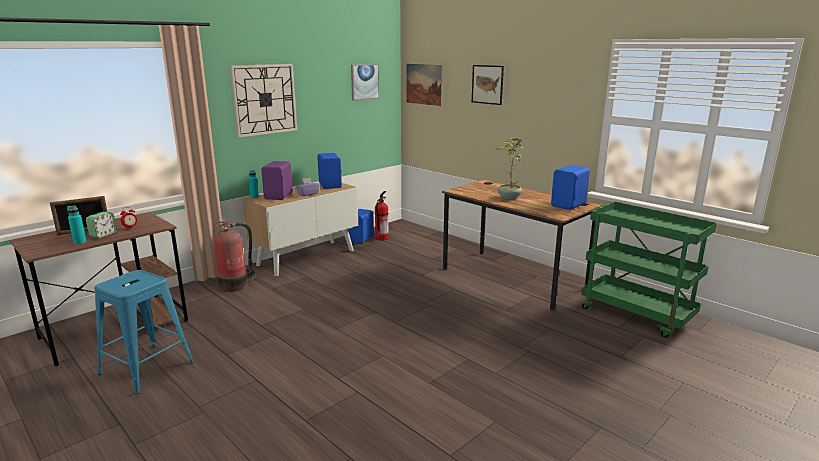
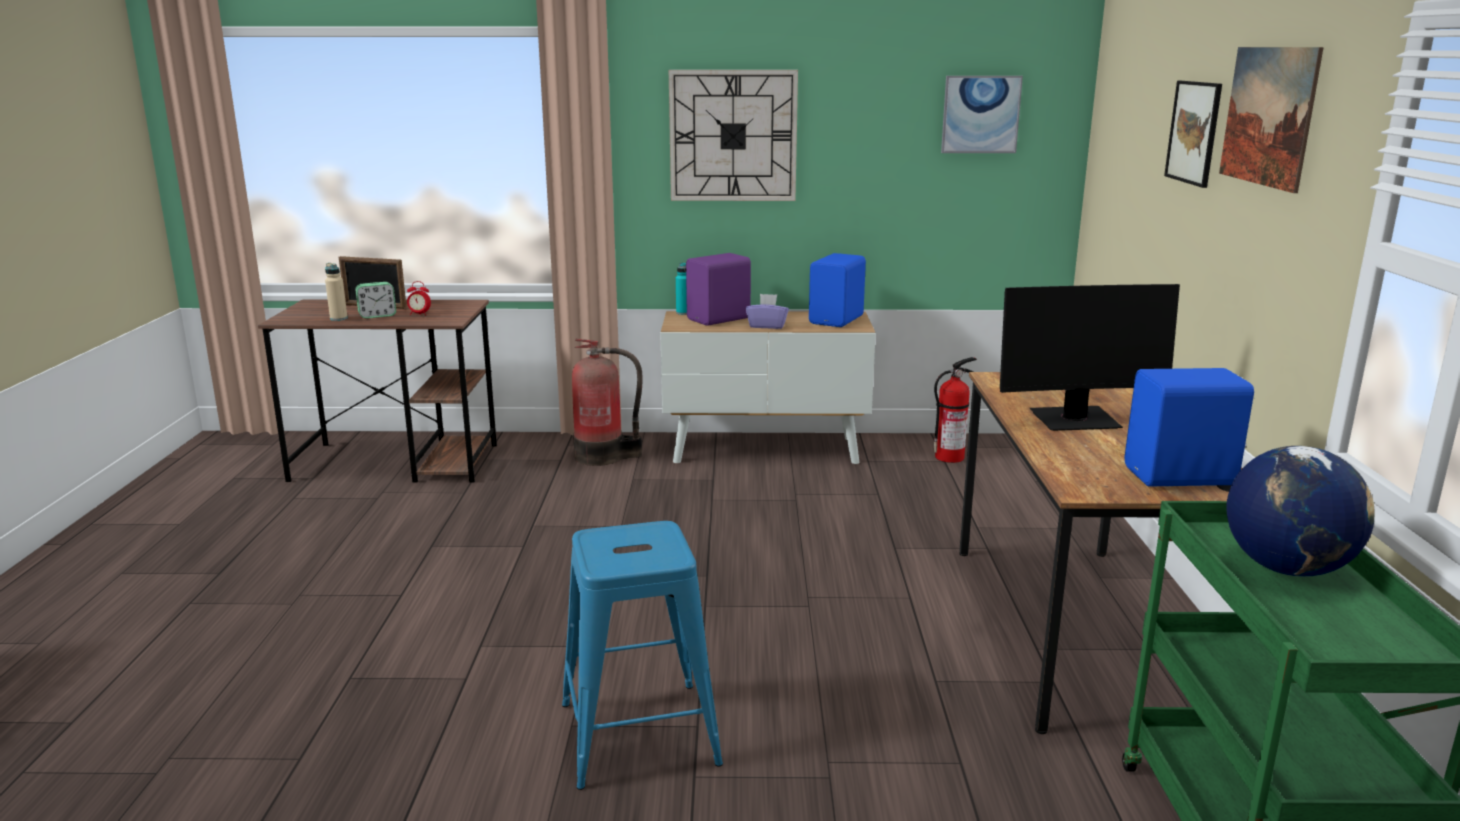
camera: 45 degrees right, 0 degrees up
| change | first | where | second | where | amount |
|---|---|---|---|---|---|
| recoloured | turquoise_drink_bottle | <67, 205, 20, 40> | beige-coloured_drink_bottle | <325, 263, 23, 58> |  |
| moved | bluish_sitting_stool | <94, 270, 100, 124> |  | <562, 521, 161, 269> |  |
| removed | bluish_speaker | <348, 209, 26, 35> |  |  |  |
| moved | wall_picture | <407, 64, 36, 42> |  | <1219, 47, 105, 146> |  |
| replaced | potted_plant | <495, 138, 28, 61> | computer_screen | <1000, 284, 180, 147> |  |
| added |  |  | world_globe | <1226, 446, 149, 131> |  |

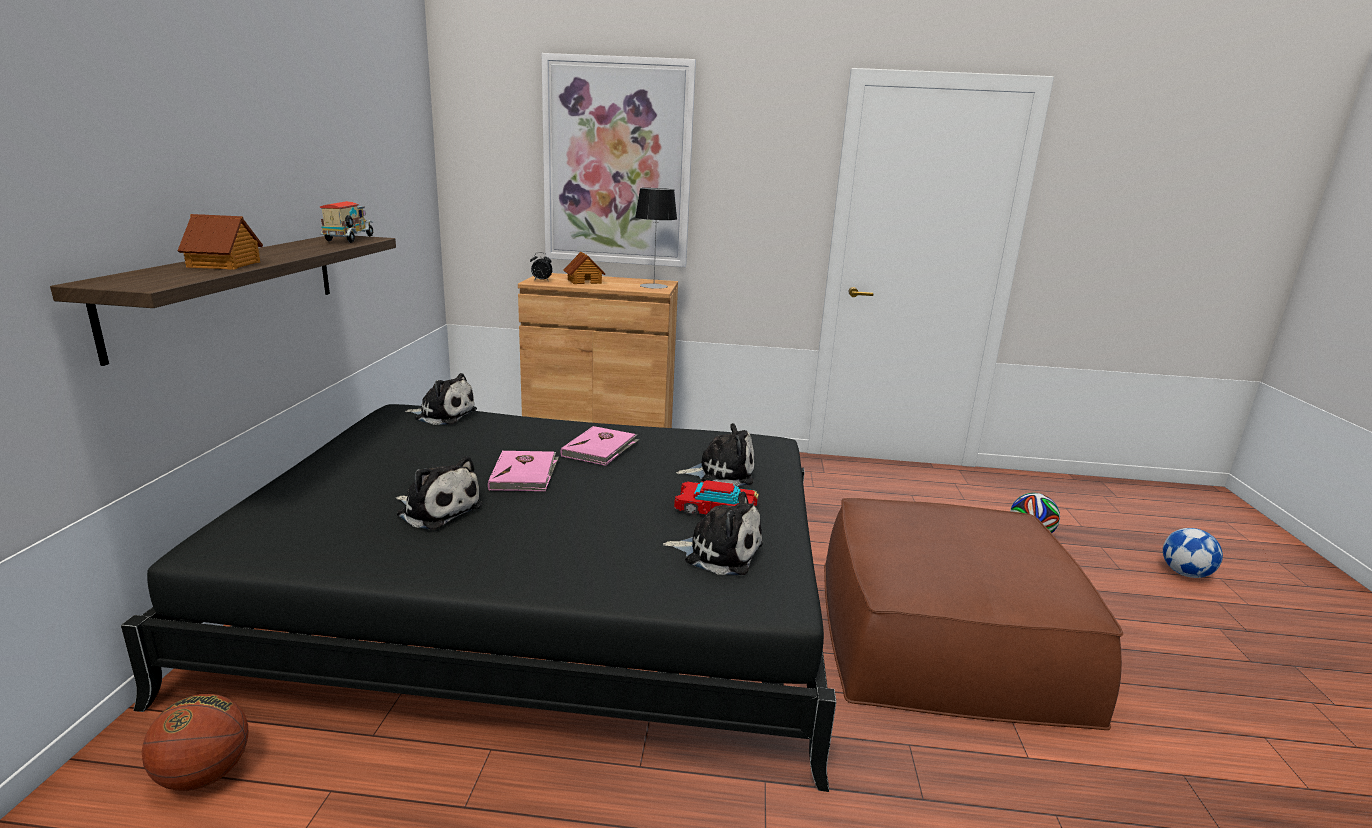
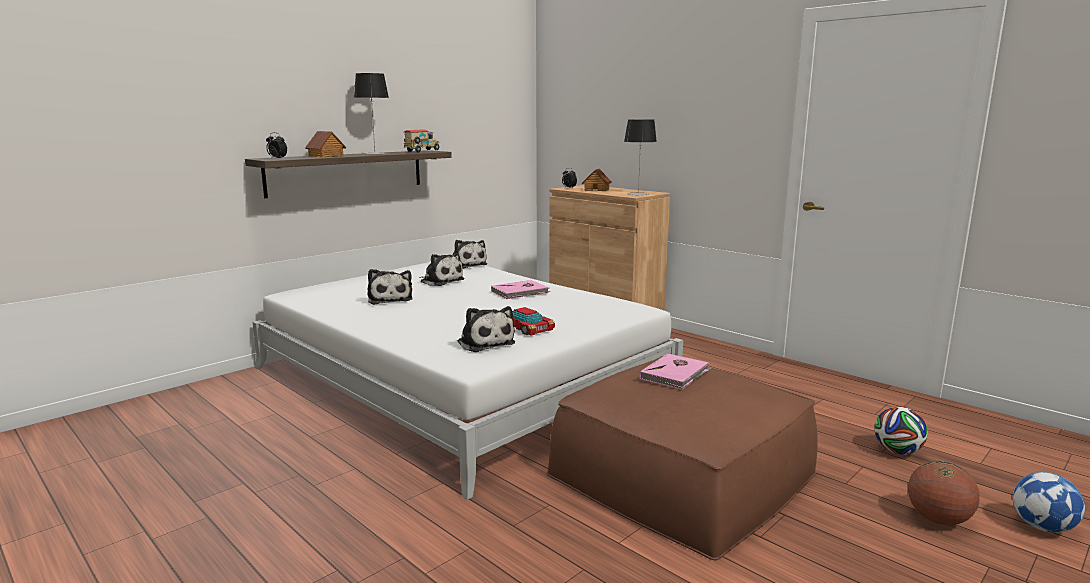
camera: 40 degrees right, 5 degrees down
| change | first | where | second | where | amount |
|---|---|---|---|---|---|
| recoloured | black-coloured_bed | <121, 404, 715, 388> | white-coloured_bed | <253, 262, 430, 238> |  |
| moved | basketball_ball | <142, 694, 106, 97> |  | <908, 461, 72, 64> |  |
| moved | pink-coloured_bound_book | <488, 450, 71, 41> |  | <639, 353, 73, 37> |  |
| removed | wall_picture | <542, 53, 154, 214> |  |  |  |
| moved | plush_toy | <676, 423, 78, 63> |  | <419, 253, 46, 33> |  |
| added |  |  | alarm_clock | <266, 133, 21, 26> |  |
| added |  |  | table_lamp | <354, 73, 35, 81> |  |

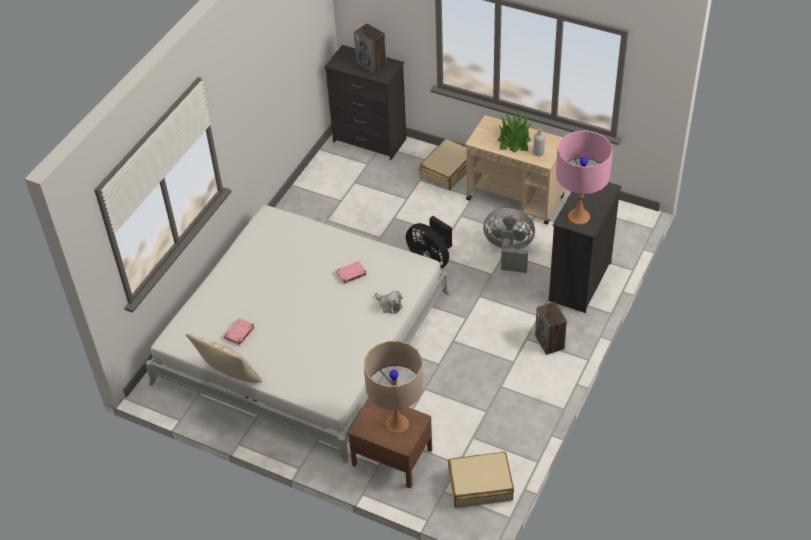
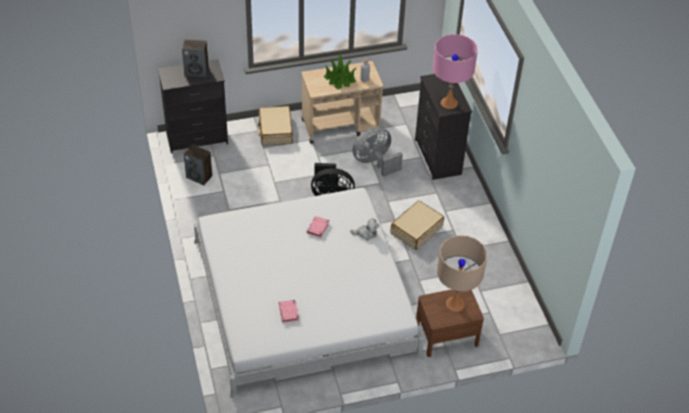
camera: 45 degrees left, 0 degrees up
| change | first | where | second | where | amount |
|---|---|---|---|---|---|
| removed | beige-coloured_pillow | <186, 334, 76, 49> |  |  |  |
| moved | beige-coloured_suitcase | <448, 452, 66, 56> |  | <391, 200, 53, 50> |  |
| moved | speaker | <535, 302, 32, 53> |  | <184, 145, 29, 40> |  |

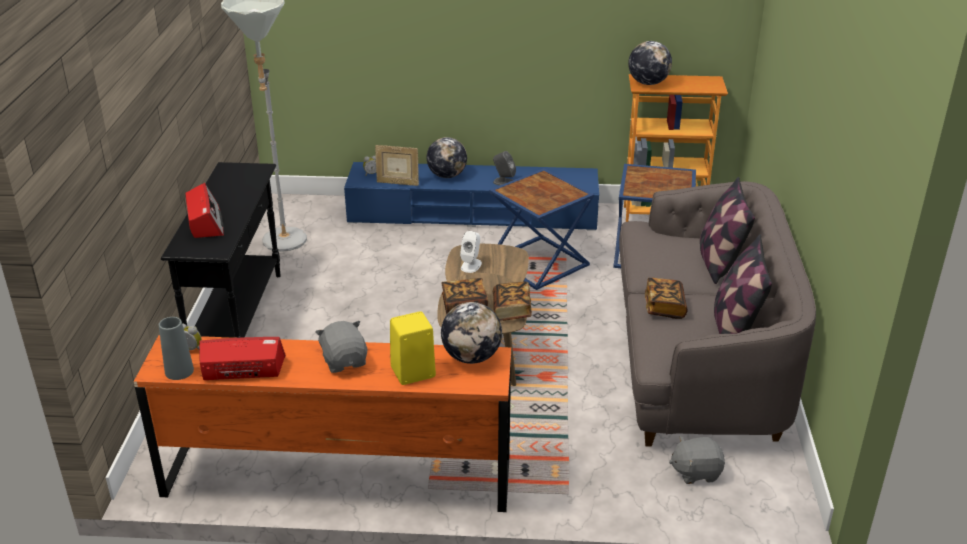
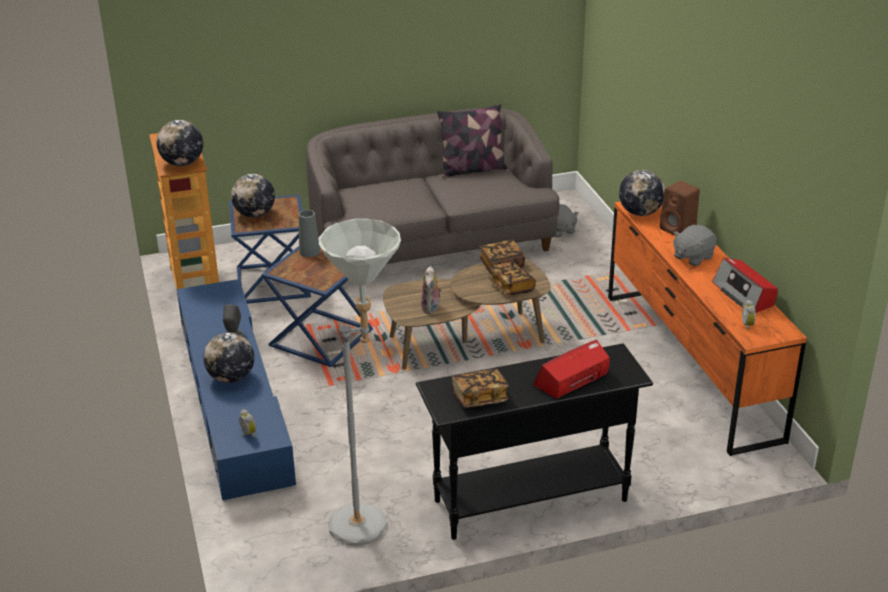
camera: 110 degrees left, 0 degrees up
| change | first | where | second | where | amount |
|---|---|---|---|---|---|
| moved | grey_decorative_vase | <159, 317, 35, 63> |  | <299, 210, 21, 47> |  |
| removed | standing_frame | <375, 145, 44, 41> |  |  |  |
| recoloured | yellowish_speaker | <390, 311, 46, 74> | brownish_speaker | <660, 181, 40, 54> |  |
| replaced | white-coloured_speaker | <460, 231, 22, 42> | plush_toy | <421, 266, 21, 48> |  |
| moved | bound_book | <645, 278, 43, 41> |  | <452, 368, 57, 39> |  |
| removed | pillow | <700, 177, 55, 107> |  |  |  |
| added |  |  | world_globe | <231, 174, 44, 43> |  |

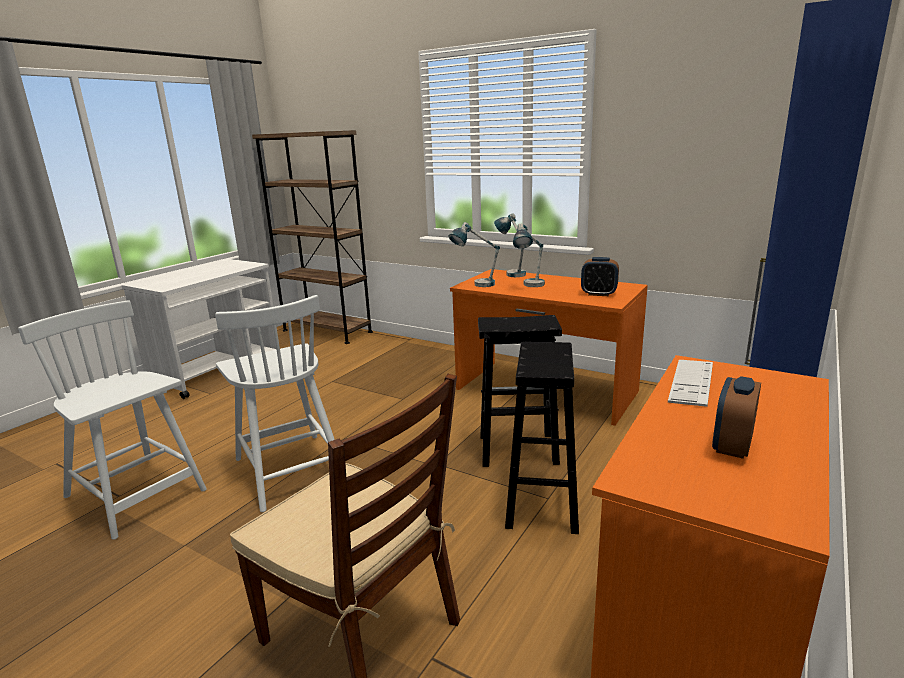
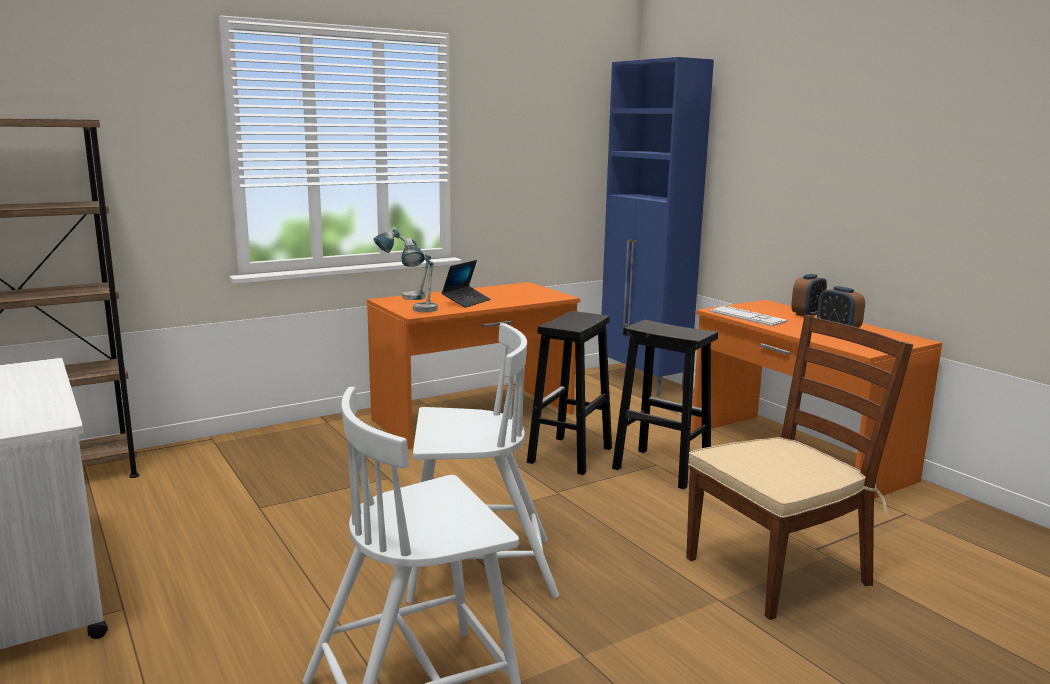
camera: 65 degrees left, 5 degrees down
| change | first | where | second | where | amount |
|---|---|---|---|---|---|
| replaced | table_lamp | <513, 224, 32, 63> | laptop | <441, 260, 50, 48> |  |
| moved | alarm_clock | <581, 257, 38, 39> |  | <791, 274, 36, 42> |  |

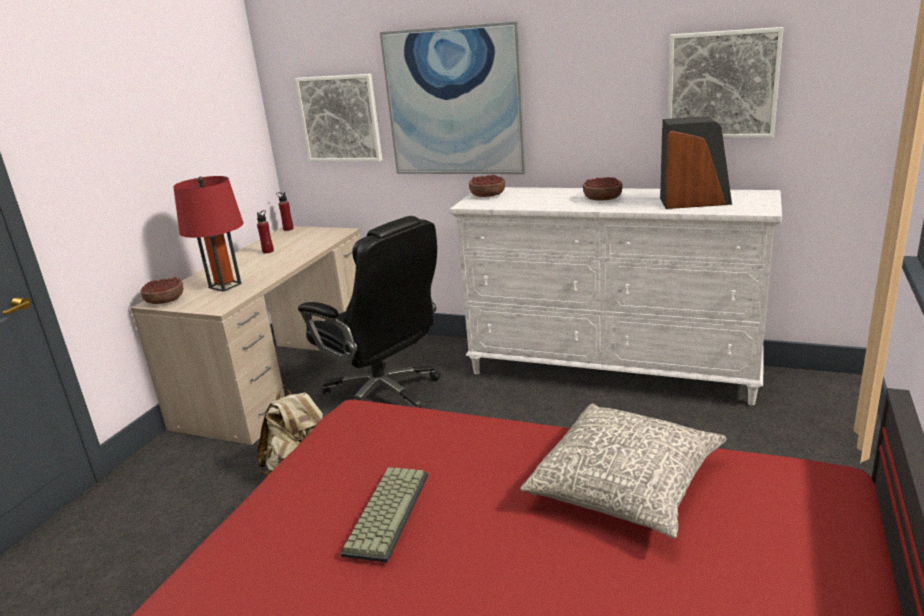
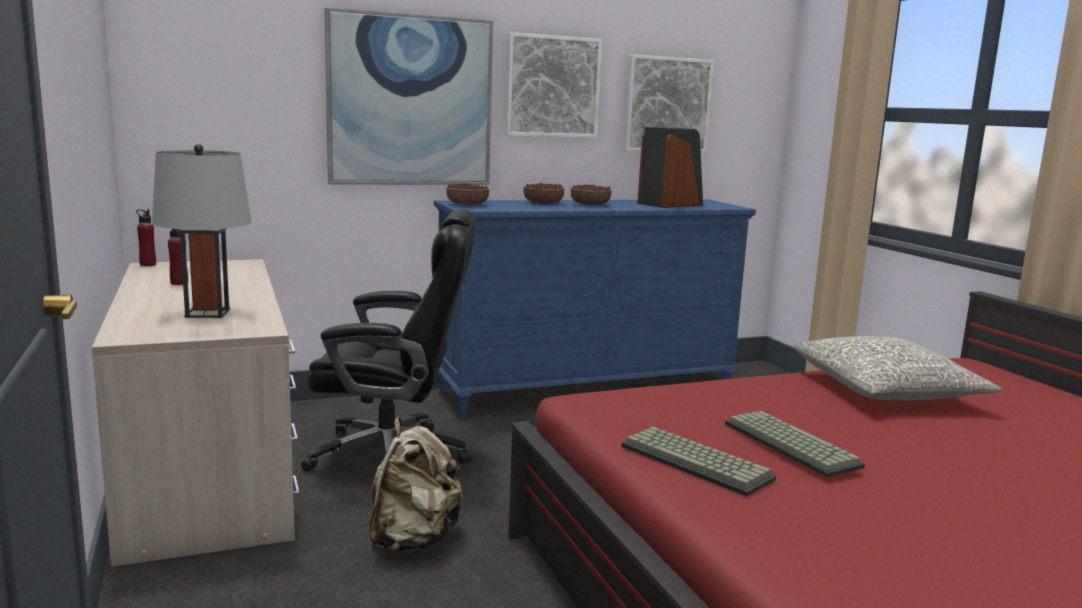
camera: 45 degrees left, 10 degrees down
| change | first | where | second | where | amount |
|---|---|---|---|---|---|
| moved | deep_dish | <141, 277, 42, 27> |  | <524, 182, 40, 21> |  |
| recoloured | reddish_table_lamp | <173, 176, 71, 116> | grey_table_lamp | <152, 144, 100, 174> |  |
| moved | wall_picture | <295, 74, 87, 88> |  | <505, 32, 97, 106> |  |
| recoloured | white-coloured_drawer_chest | <450, 187, 332, 219> | bluish_drawer_chest | <434, 200, 322, 218> |  |
| added |  |  | computer_keyboard | <621, 427, 155, 69> |  |

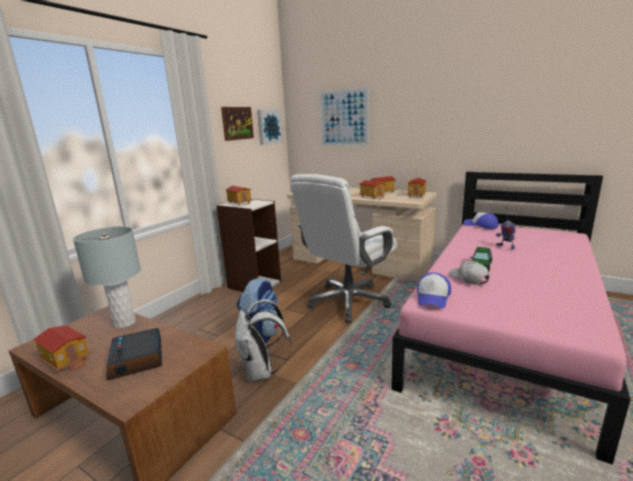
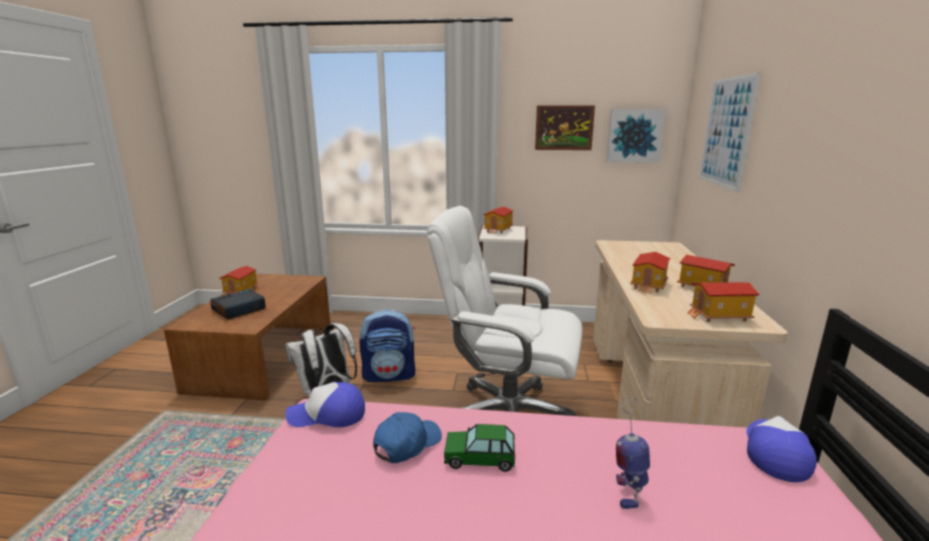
camera: 65 degrees right, 0 degrees up
| change | first | where | second | where | amount |
|---|---|---|---|---|---|
| removed | grey_table_lamp | <73, 226, 68, 102> |  |  |  |
| recoloured | white-coloured_cap | <449, 261, 40, 24> | bluish_cap | <373, 412, 69, 51> |  |

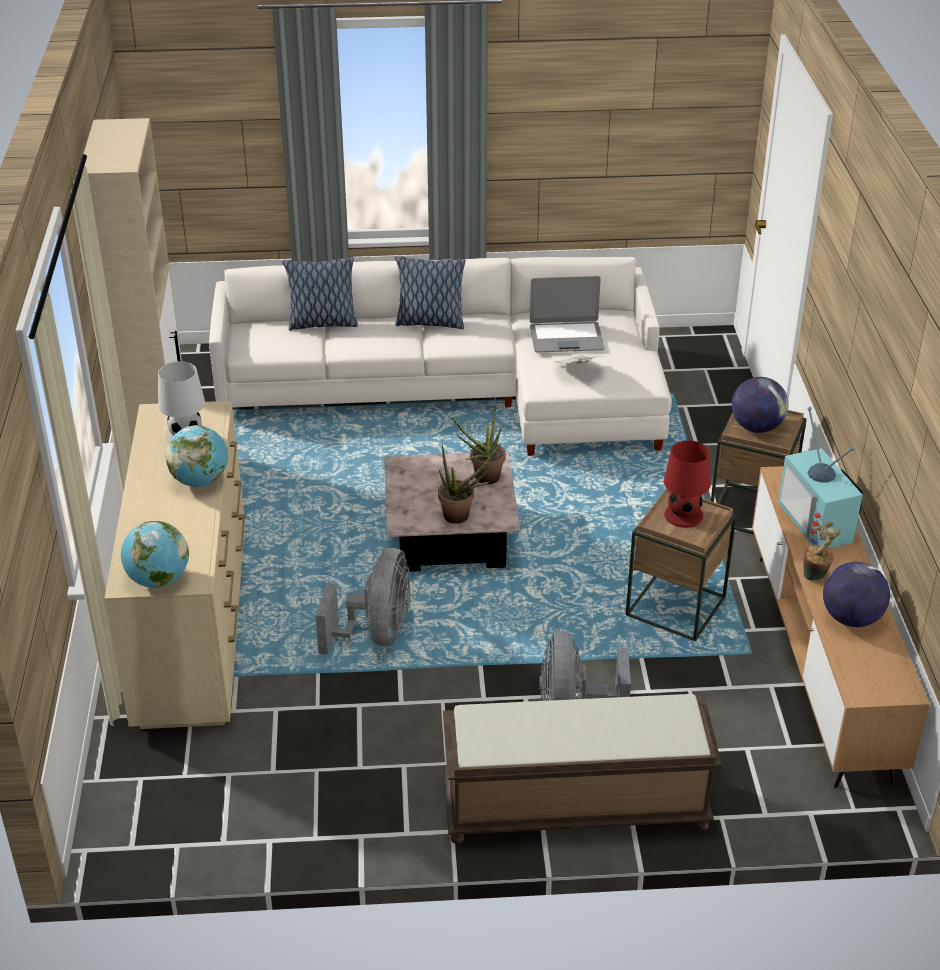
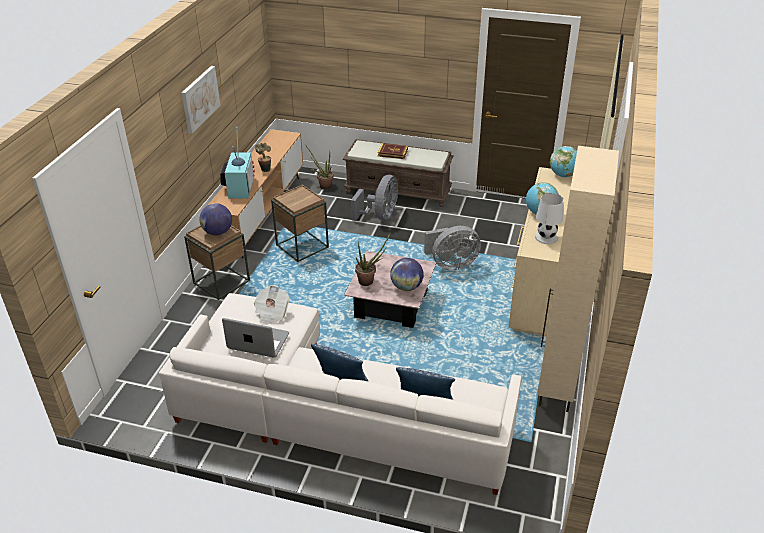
camera: 160 degrees left, 0 degrees up
| change | first | where | second | where | amount |
|---|---|---|---|---|---|
| turned | grey_fan | <315, 548, 95, 107> |  | <424, 226, 57, 44> | 135 degrees counterclockwise |
| moved | potted_plant | <438, 442, 64, 82> |  | <306, 146, 28, 44> |  |
| removed | reddish_table_lamp | <664, 440, 47, 88> |  |  |  |
| moved | world_globe | <823, 562, 67, 65> |  | <390, 258, 34, 33> |  |
| added |  |  | wall_picture | <181, 66, 39, 68> |  |
| added |  |  | bound_book | <378, 143, 30, 16> |  |

